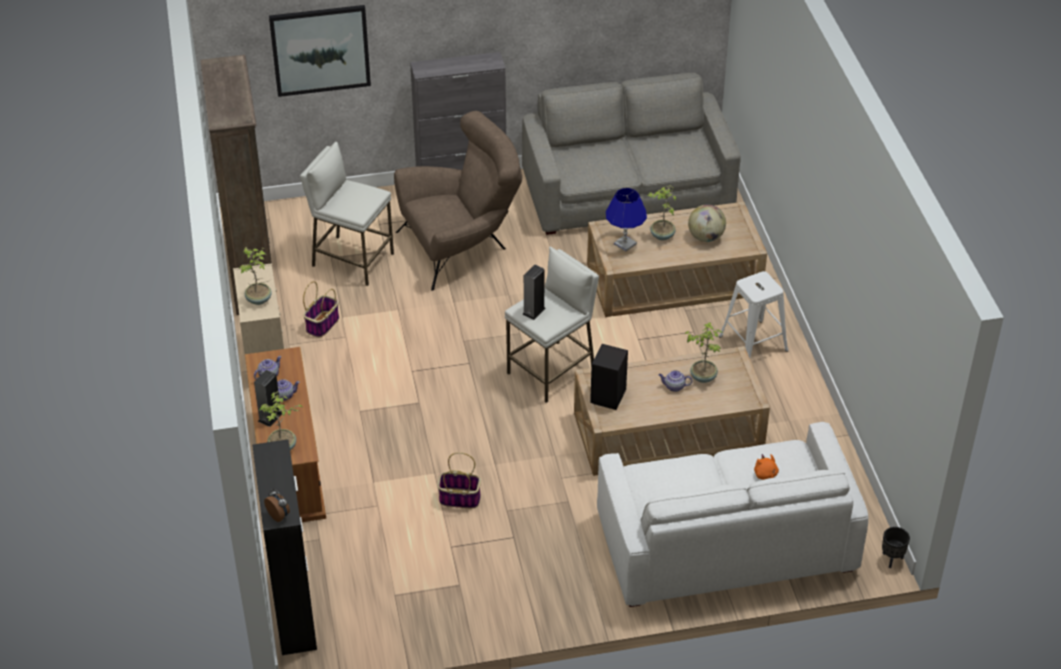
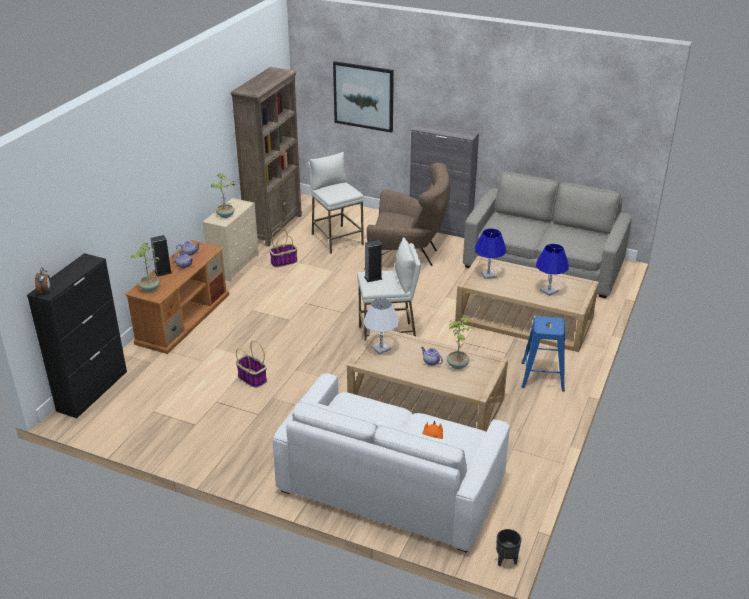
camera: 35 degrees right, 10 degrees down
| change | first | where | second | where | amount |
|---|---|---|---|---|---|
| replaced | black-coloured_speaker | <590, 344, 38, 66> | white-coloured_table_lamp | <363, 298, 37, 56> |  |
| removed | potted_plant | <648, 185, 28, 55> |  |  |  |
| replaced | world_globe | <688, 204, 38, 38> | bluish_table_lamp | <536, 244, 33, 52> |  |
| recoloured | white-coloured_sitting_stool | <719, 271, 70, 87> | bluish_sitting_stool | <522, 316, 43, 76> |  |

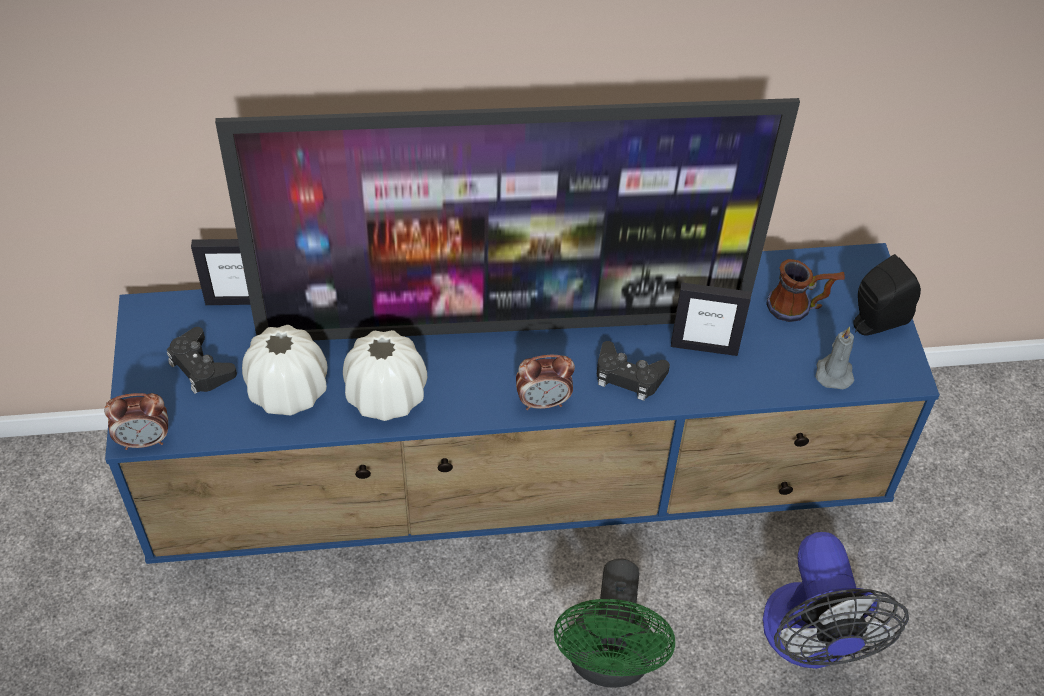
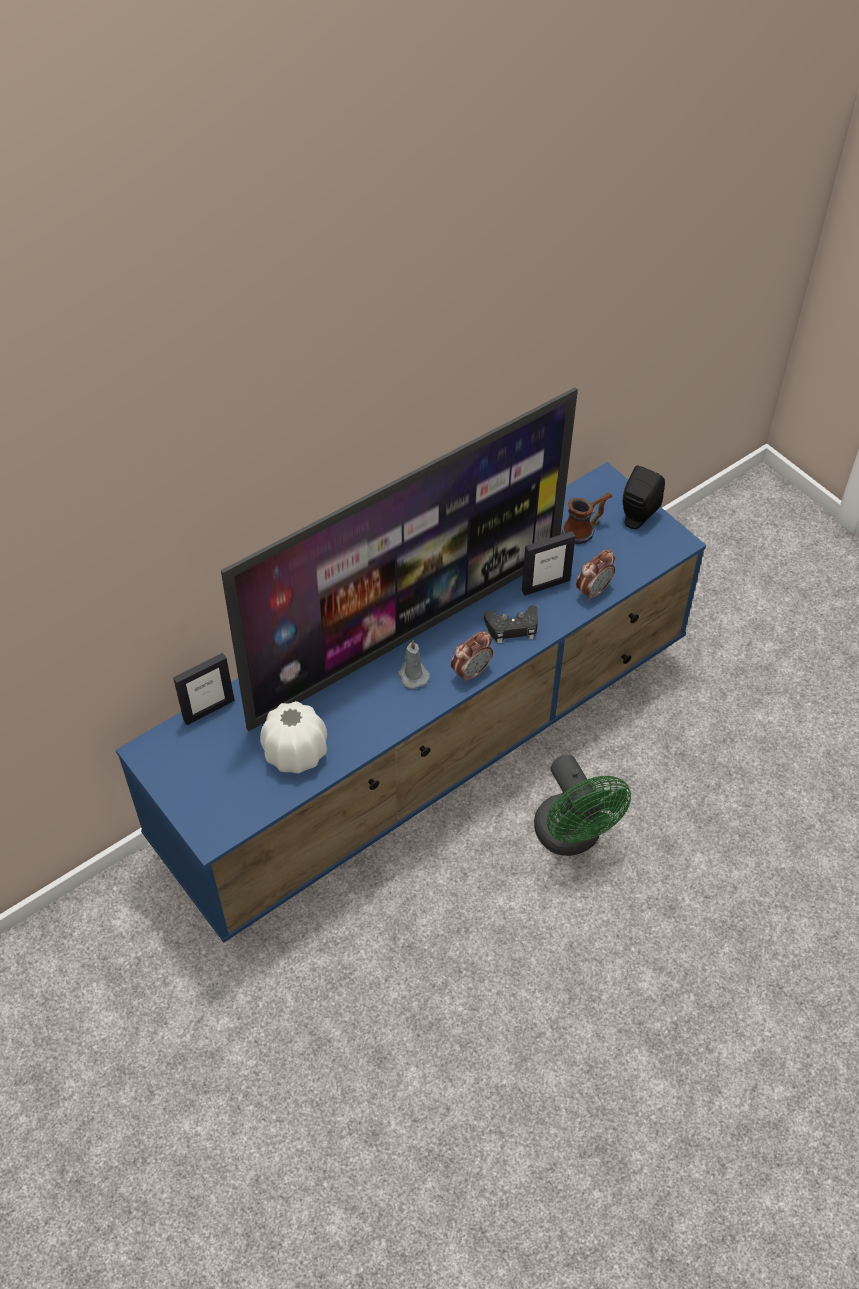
camera: 30 degrees left, 0 degrees up
| change | first | where | second | where | amount |
|---|---|---|---|---|---|
| moved | alarm_clock | <104, 393, 64, 57> |  | <576, 550, 39, 51> |  |
| removed | black-coloured_game_controller | <167, 327, 70, 67> |  |  |  |
| removed | white-coloured_decorative_vase | <343, 330, 84, 91> |  |  |  |
| removed | fan | <763, 532, 146, 137> |  |  |  |
| moved | grey_candle | <815, 327, 39, 62> |  | <398, 640, 32, 49> |  |

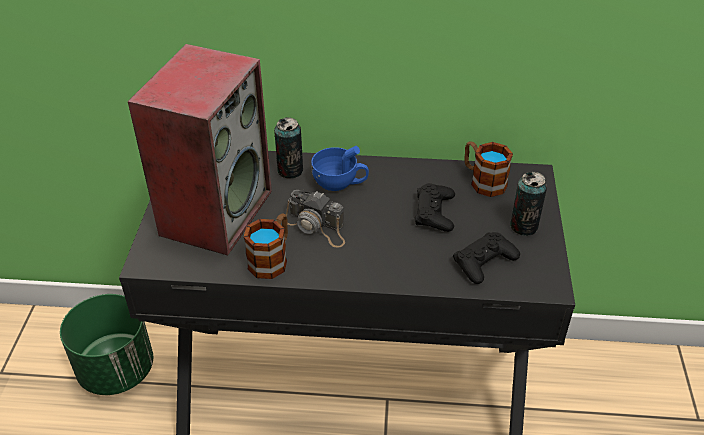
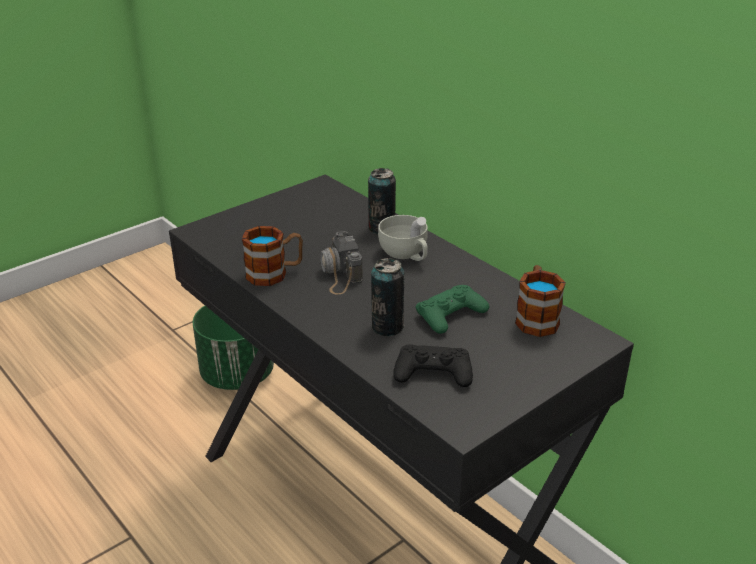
camera: 45 degrees right, 10 degrees down
| change | first | where | second | where | amount |
|---|---|---|---|---|---|
| removed | speaker | <128, 44, 144, 211> |  |  |  |
| recoloured | bluish_cup | <311, 146, 58, 45> | white-coloured_cup | <378, 215, 50, 46> |  |
| recoloured | black-coloured_game_controller | <415, 183, 40, 49> | green-coloured_game_controller | <415, 285, 74, 49> |  |
| moved | sealed_can | <510, 171, 37, 65> |  | <371, 258, 34, 78> |  |

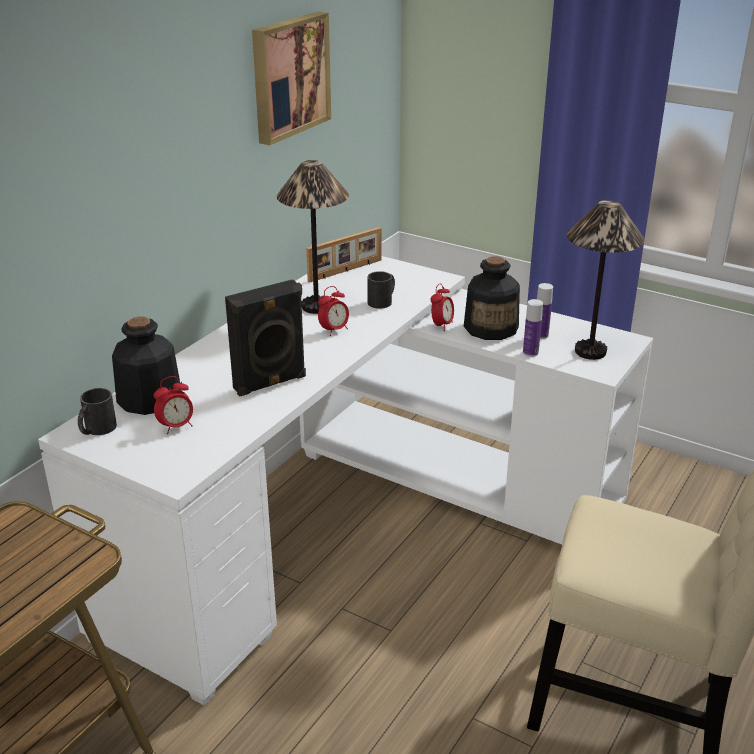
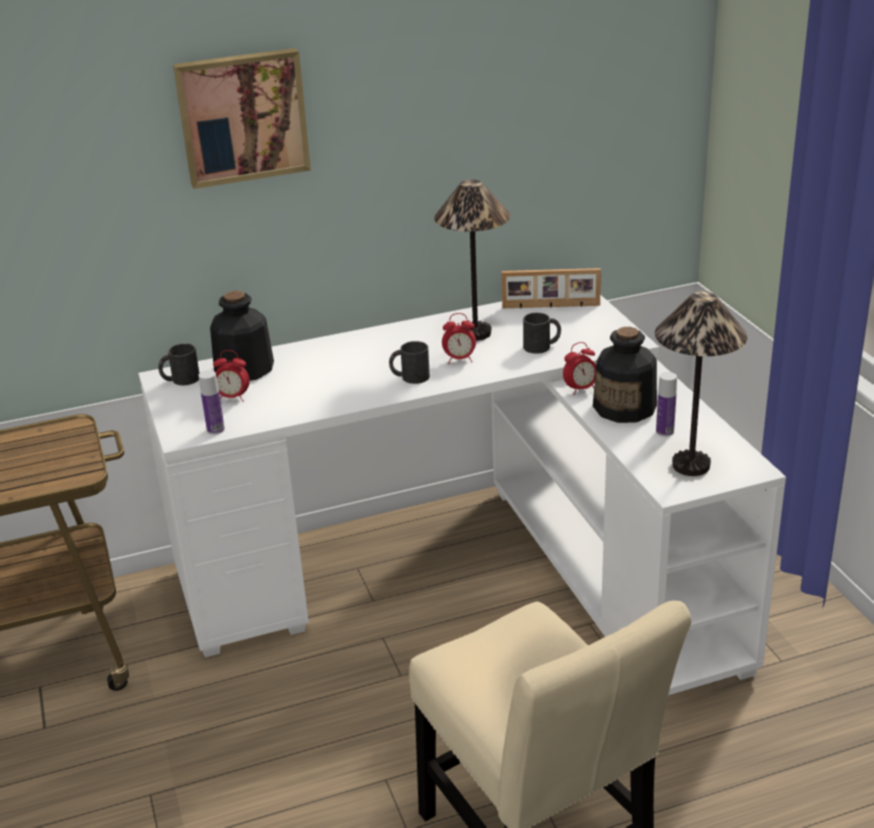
camera: 40 degrees right, 0 degrees up
| change | first | where | second | where | amount |
|---|---|---|---|---|---|
| removed | black-coloured_speaker | <225, 279, 81, 117> |  |  |  |
| moved | wall_picture | <252, 12, 79, 133> |  | <173, 48, 138, 141> |  |
| moved | drink_bottle | <523, 299, 20, 58> |  | <198, 370, 27, 65> |  |
| added |  |  | black-coloured_mug | <389, 341, 41, 43> |  |

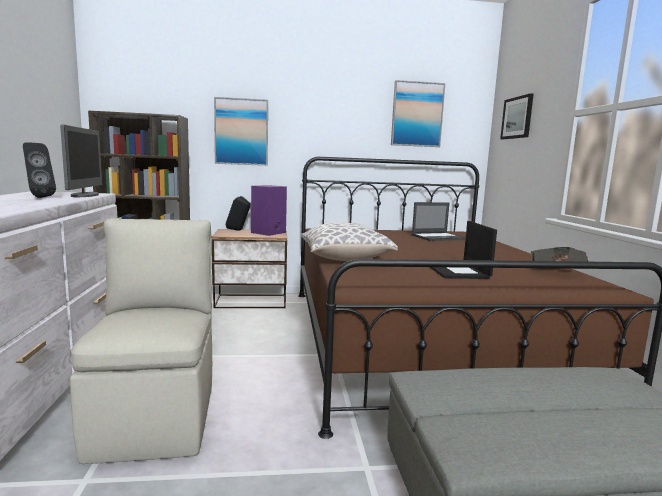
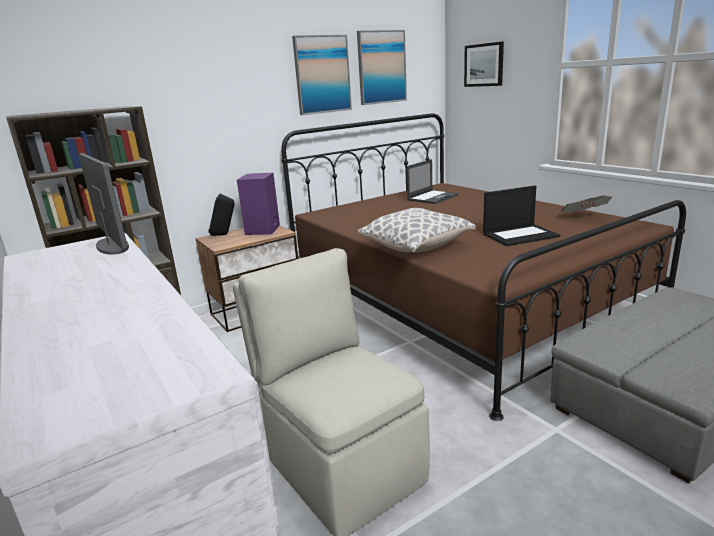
camera: 25 degrees left, 10 degrees up
| change | first | where | second | where | amount |
|---|---|---|---|---|---|
| removed | black-coloured_speaker | <23, 143, 33, 55> |  |  |  |
| moved | wall_picture | <214, 97, 54, 69> |  | <292, 35, 60, 80> |  |
| turned | laptop | <430, 221, 67, 58> |  | <483, 185, 77, 61> | 75 degrees counterclockwise |

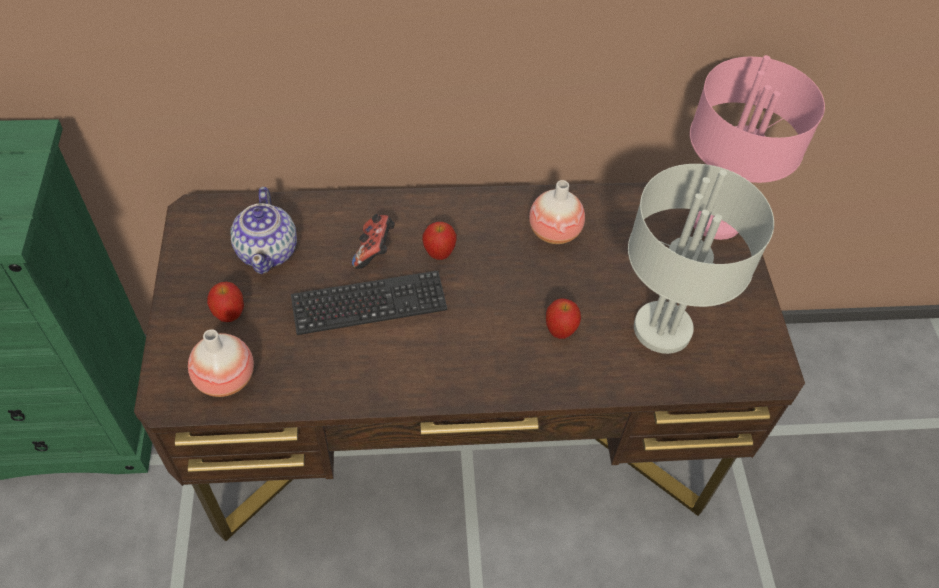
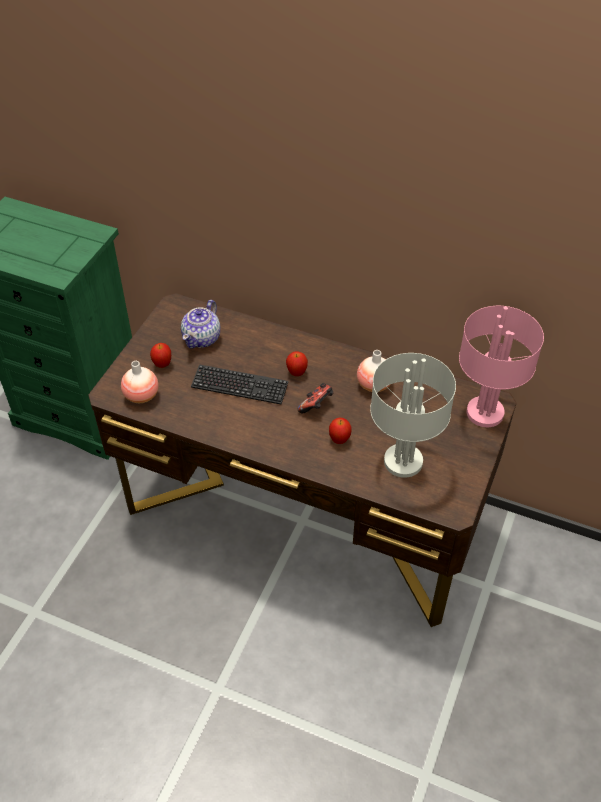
camera: 30 degrees right, 5 degrees down
| change | first | where | second | where | amount |
|---|---|---|---|---|---|
| moved | game_controller | <352, 214, 43, 55> |  | <298, 383, 35, 30> |  |

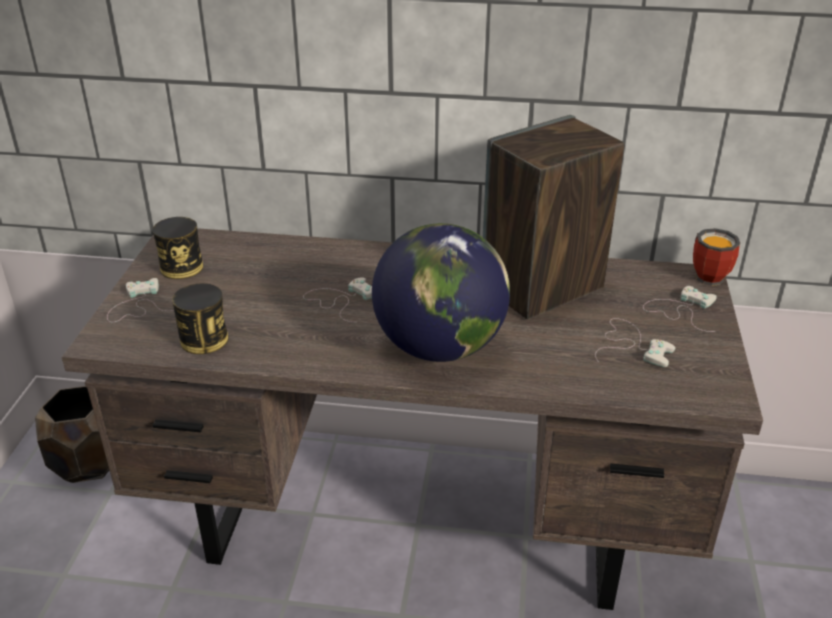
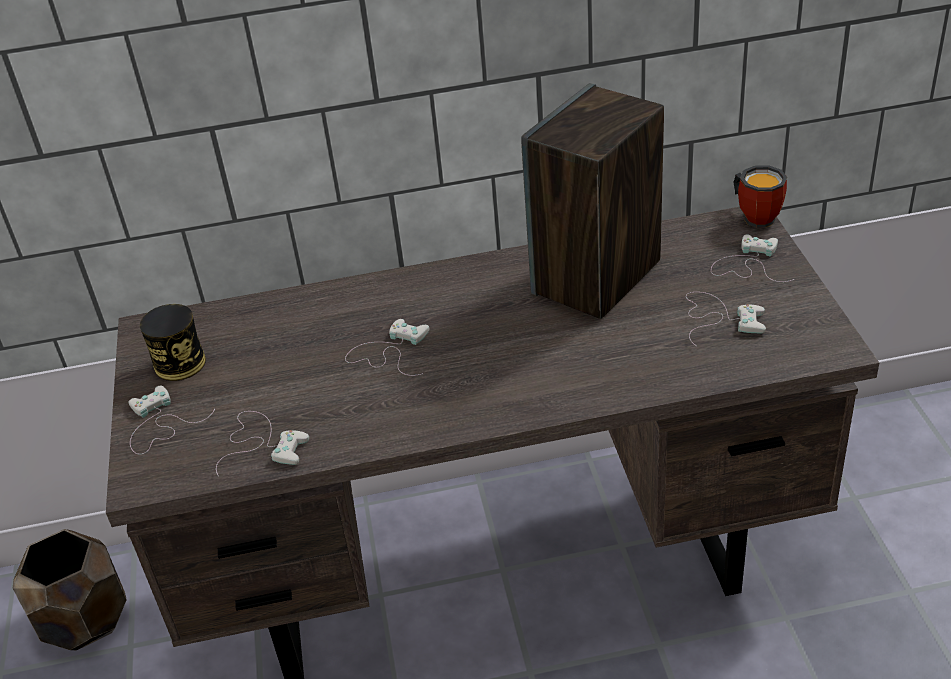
camera: 15 degrees left, 5 degrees up
| change | first | where | second | where | amount |
|---|---|---|---|---|---|
| replaced | sealed_can | <172, 283, 57, 71> | white-coloured_game_controller | <216, 411, 93, 65> |  |
| removed | world_globe | <372, 223, 138, 139> |  |  |  |

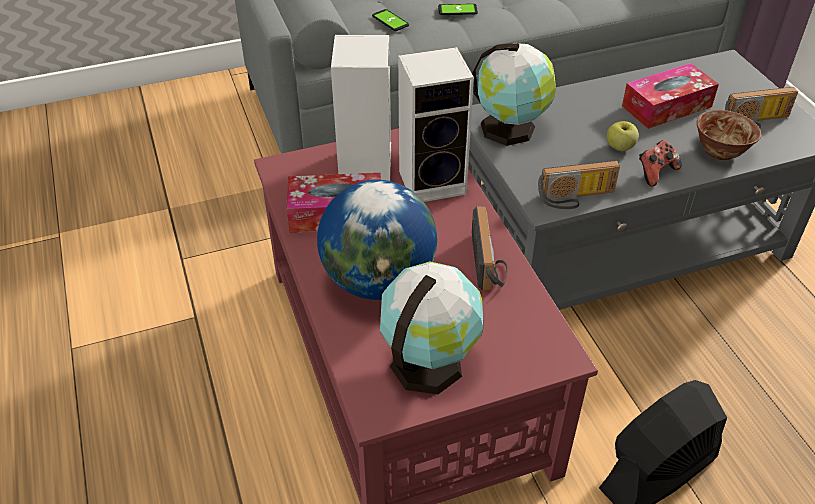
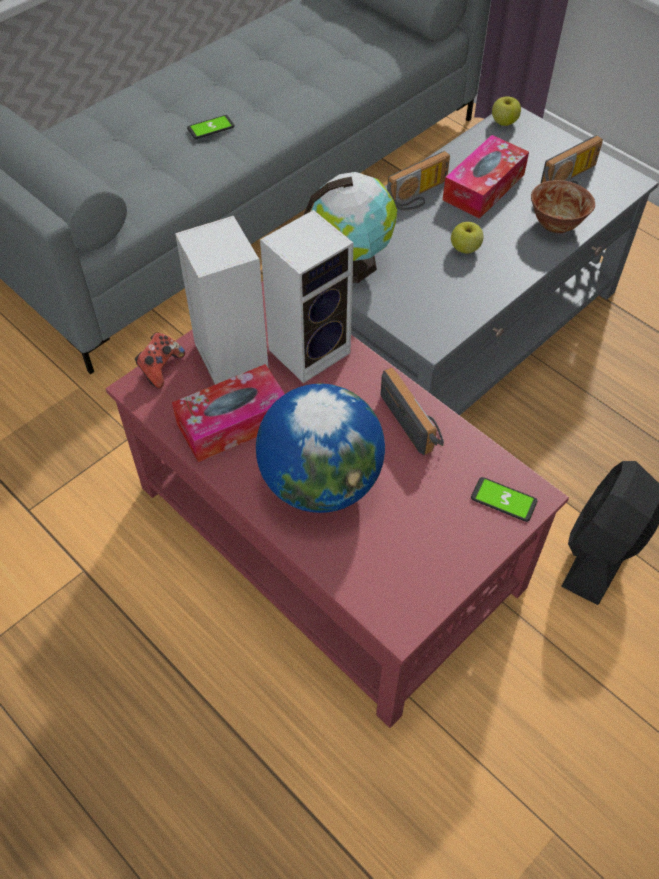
camera: 25 degrees left, 10 degrees up
| change | first | where | second | where | amount |
|---|---|---|---|---|---|
| moved | phone | <372, 9, 37, 22> |  | <471, 477, 66, 45> |  |
| removed | world_globe | <380, 261, 103, 133> |  |  |  |
| moved | radio | <538, 160, 82, 49> |  | <387, 151, 63, 59> |  |
| moved | game_controller | <639, 140, 43, 47> |  | <135, 333, 50, 56> |  |
| added |  |  | apple | <492, 96, 29, 30> |  |

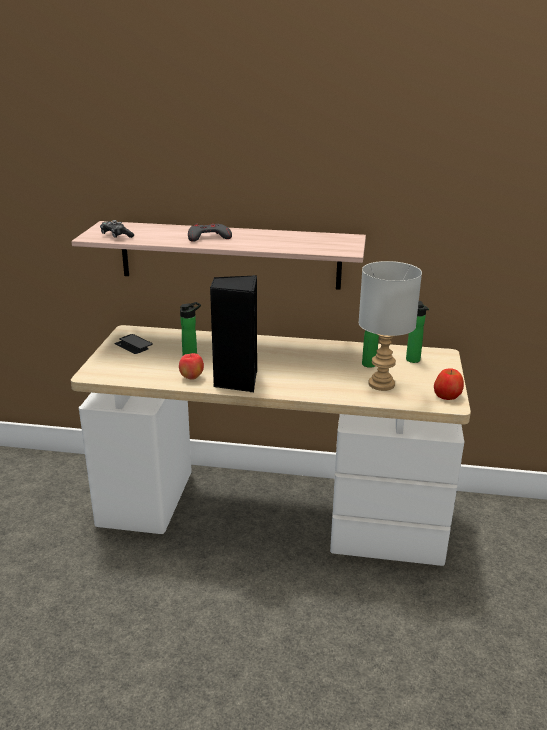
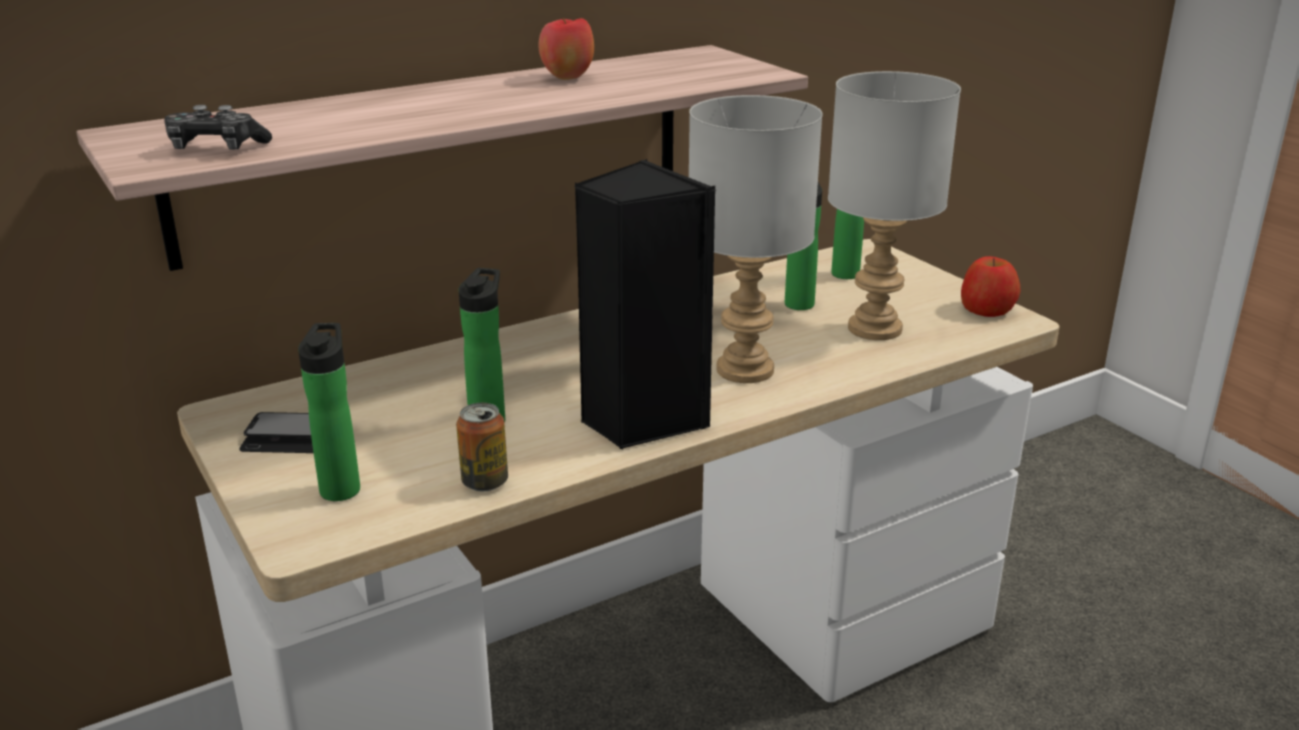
camera: 40 degrees left, 0 degrees up
| change | first | where | second | where | amount |
|---|---|---|---|---|---|
| moved | apple | <179, 353, 25, 27> |  | <539, 18, 55, 62> |  |
| removed | grey_game_controller | <188, 223, 44, 19> |  |  |  |
| added |  |  | drink_bottle | <298, 323, 62, 178> |  |
| added |  |  | sealed_can | <456, 403, 52, 88> |  |
| added |  |  | grey_table_lamp | <689, 95, 134, 288> |  |

